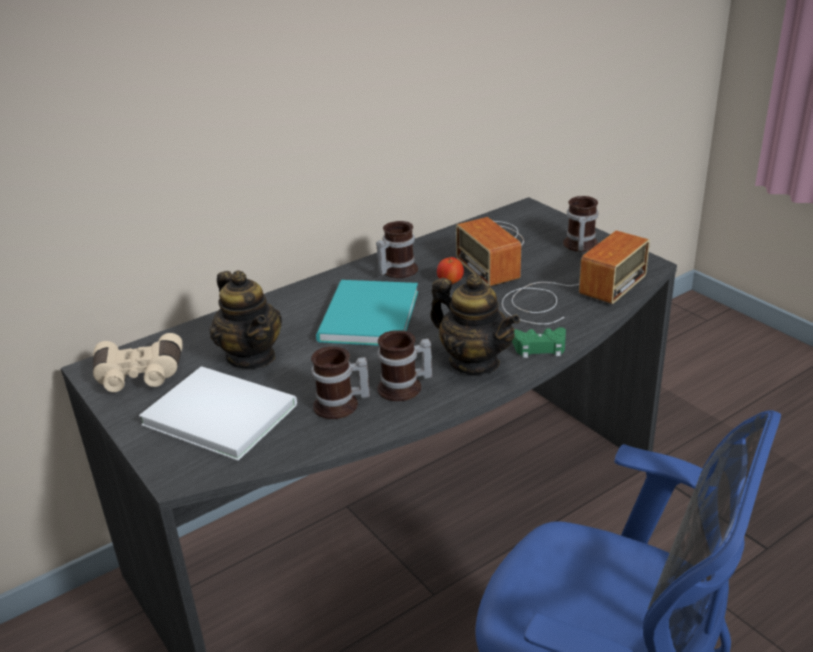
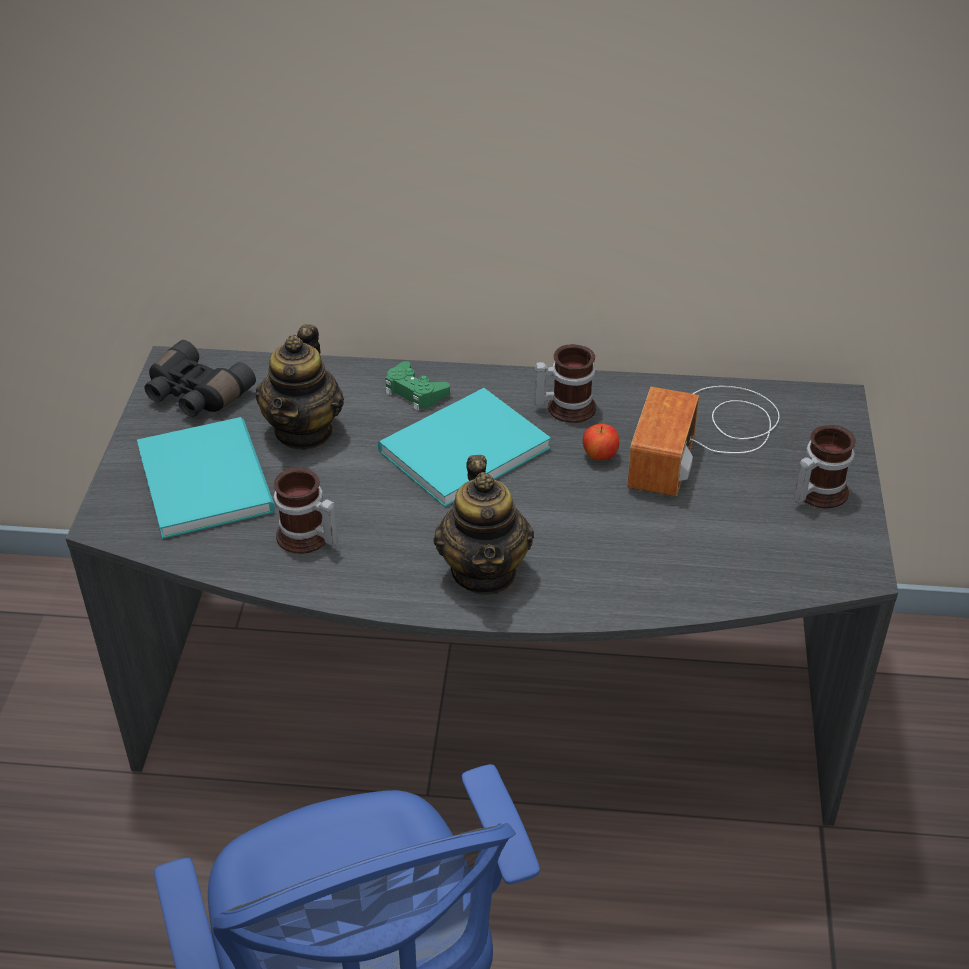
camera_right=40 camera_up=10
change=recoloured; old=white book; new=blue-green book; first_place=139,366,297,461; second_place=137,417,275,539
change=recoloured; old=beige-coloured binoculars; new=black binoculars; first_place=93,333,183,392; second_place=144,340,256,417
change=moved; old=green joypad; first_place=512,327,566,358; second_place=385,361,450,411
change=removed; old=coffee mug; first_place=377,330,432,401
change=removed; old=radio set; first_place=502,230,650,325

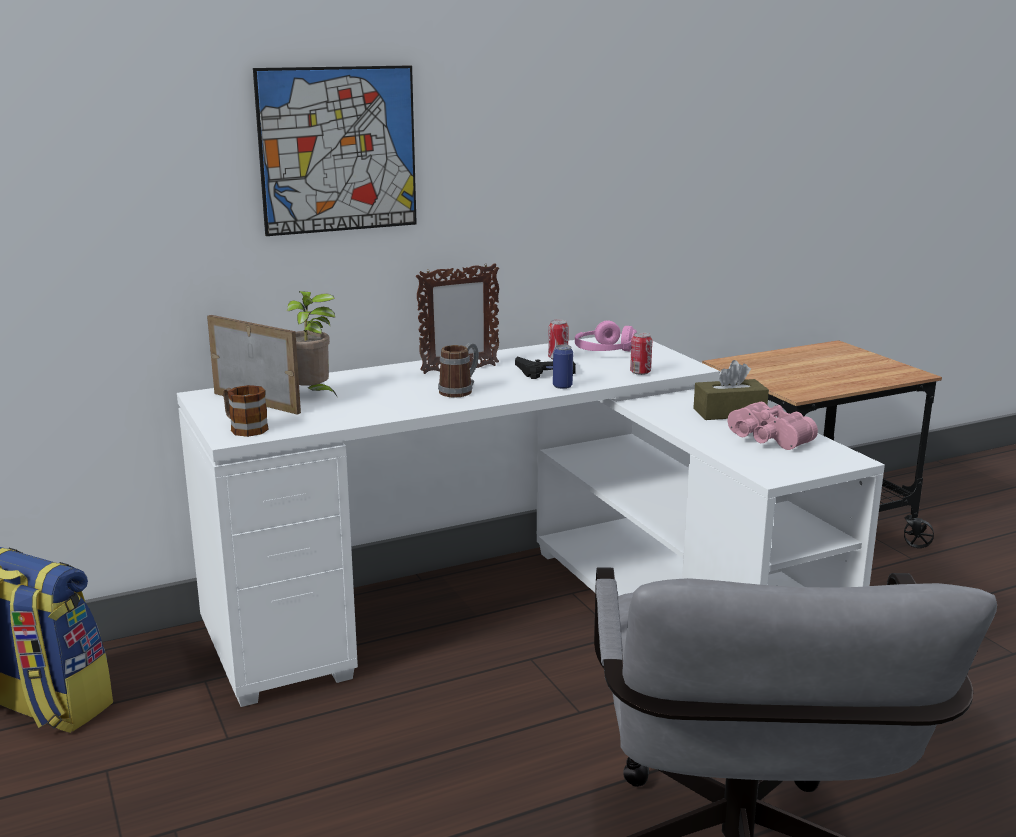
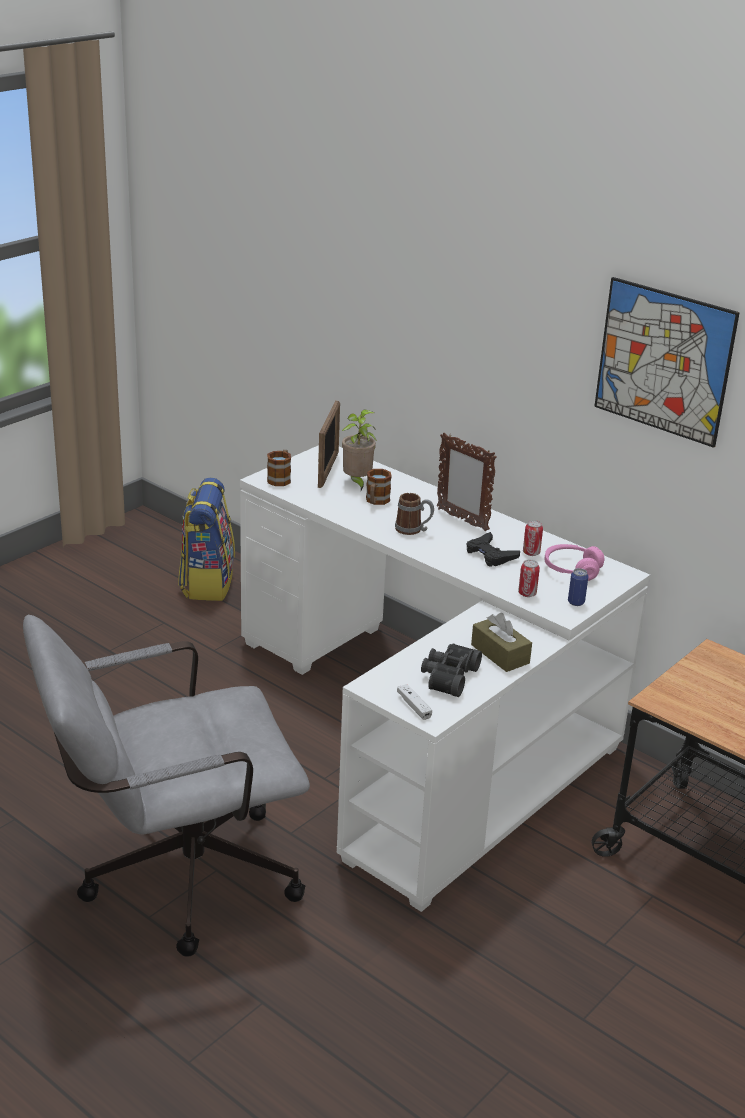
camera_right=65 camera_up=10
change=added; new=coffee mug; second_place=366,469,392,505
change=added; new=white joypad; second_place=397,684,432,720
change=recoloured; old=pink-coloured binoculars; new=black binoculars; first_place=728,402,818,450; second_place=421,643,482,697
change=moved; old=can; first_place=553,345,573,389; second_place=568,568,588,606
change=moved; old=wall art; first_place=253,65,417,236; second_place=594,277,740,448

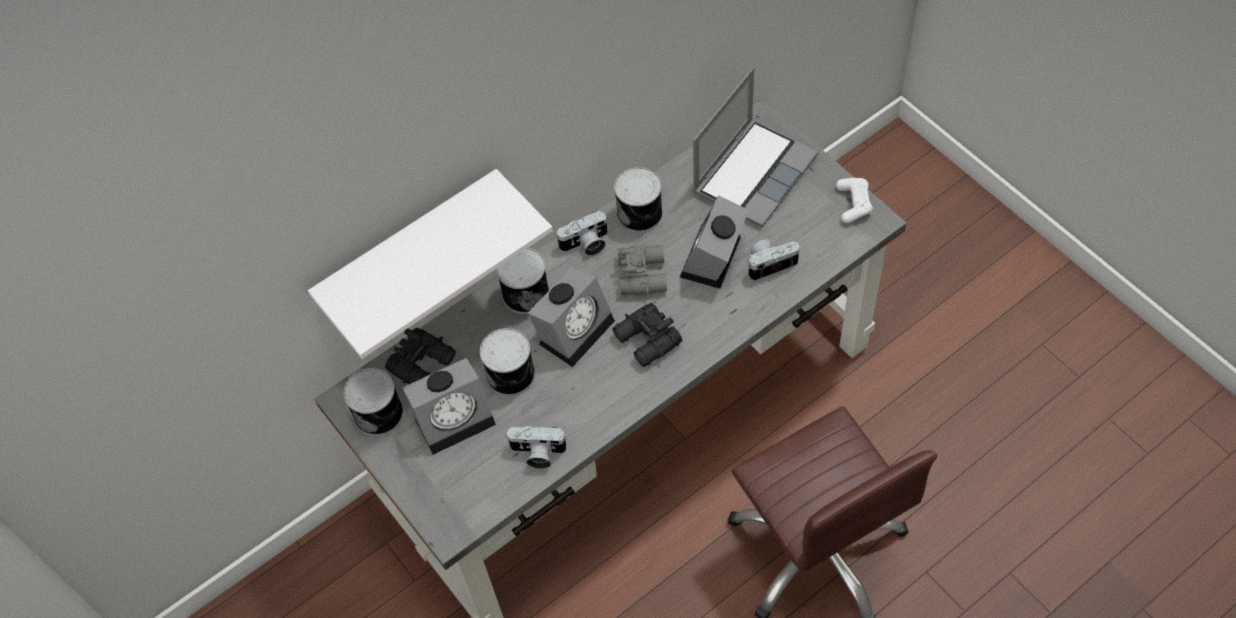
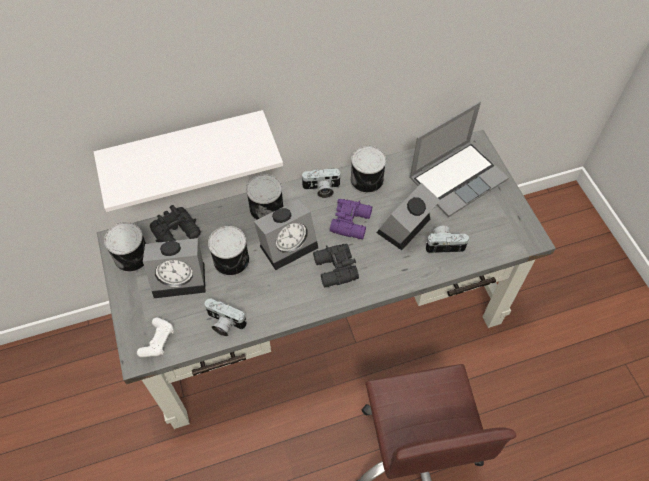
camera_right=15 camera_up=0
change=moved; old=white joypad; first_place=836,178,873,223; second_place=137,318,174,357
change=recoloured; old=gray binoculars; new=purple-coloured binoculars; first_place=618,243,667,295; second_place=330,199,372,239

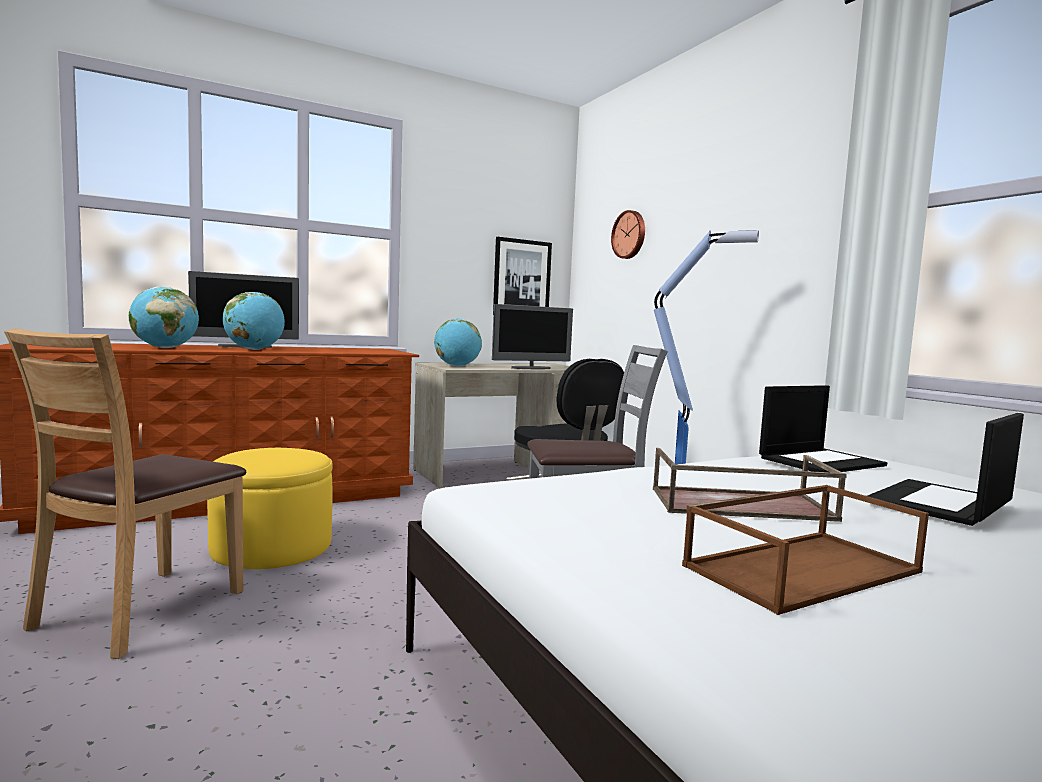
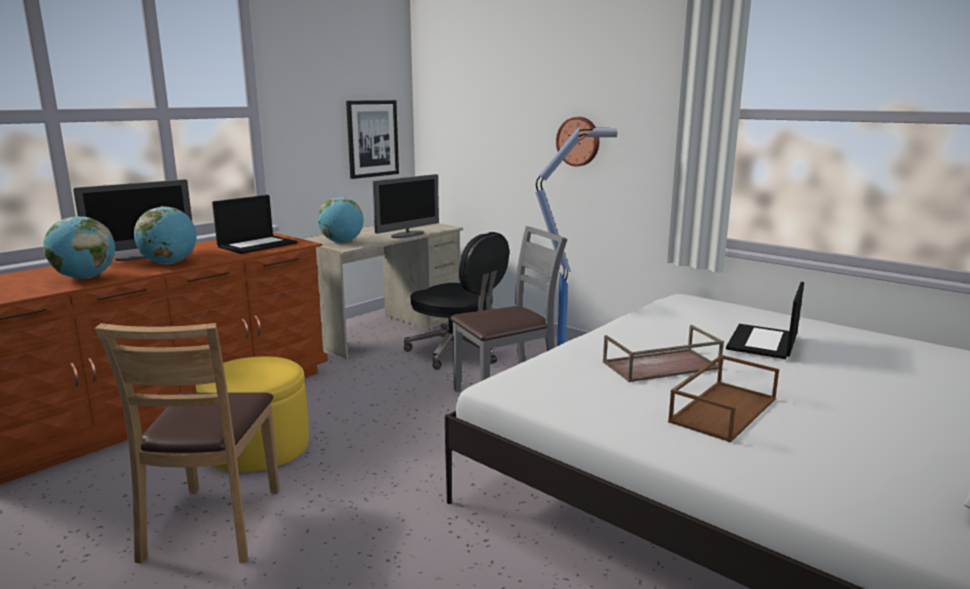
camera_right=-20 camera_up=10
change=moved; old=notebook computer; first_place=759,385,887,472; second_place=212,195,297,254
change=moved; old=clock on the wall; first_place=611,210,645,259; second_place=556,117,599,166

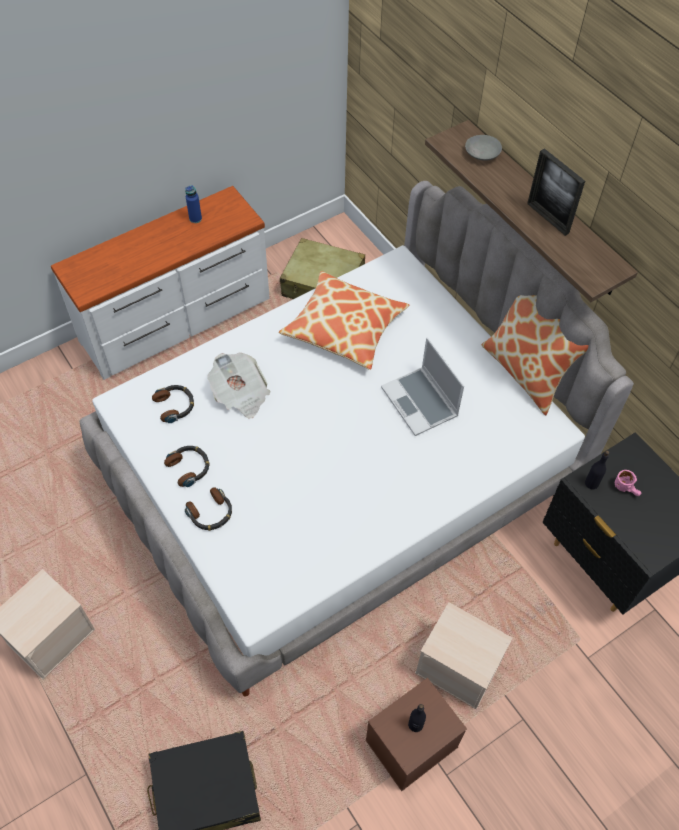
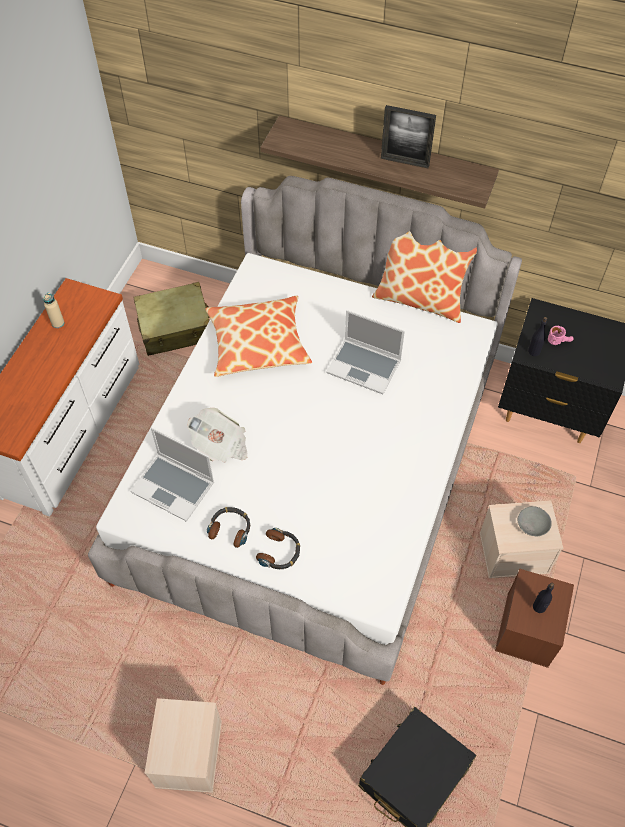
camera_right=-35 camera_up=0
change=recoloured; old=blue-coloured beverage bottle; new=beige-coloured beverage bottle; first_place=185,185,202,223; second_place=43,293,64,328
change=replaced; old=pair of headphones; new=notebook computer; first_place=152,385,194,423; second_place=130,428,214,522
change=moved; old=gray bowl; first_place=465,135,502,161; second_place=518,506,552,536

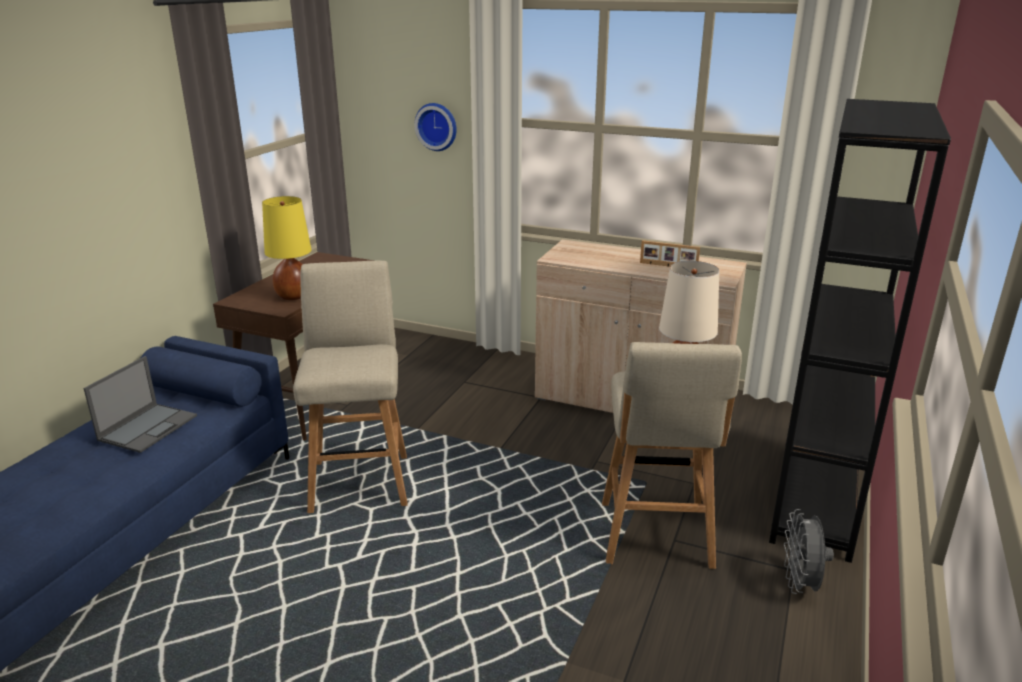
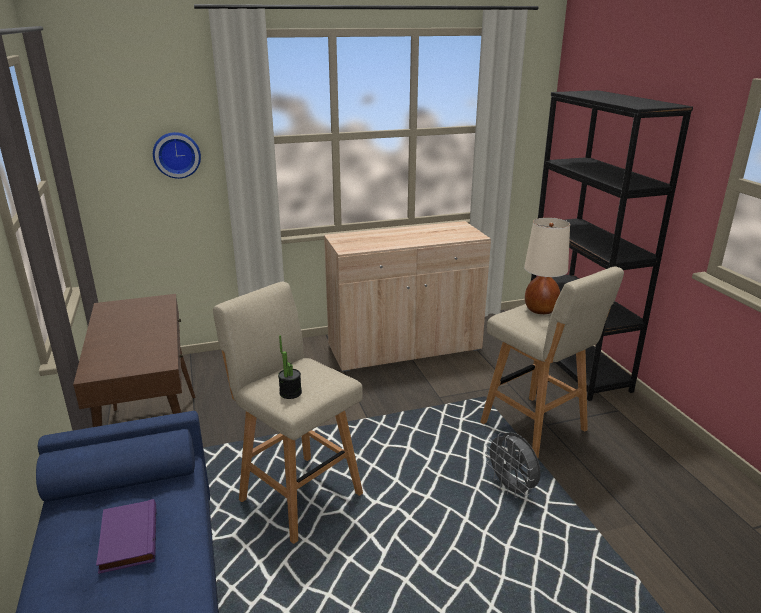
camera_right=-40 camera_up=0
change=replaced; old=notebook computer; new=purple-coloured book; first_place=84,356,197,453; second_place=96,499,156,574
change=added; new=plant in a pot; second_place=278,335,302,399
change=moved; old=gray cooling fan; first_place=784,509,834,594; second_place=485,432,541,498
change=removed; old=yellow lamp for a table; first_place=262,196,311,300
change=removed; old=standing frame; first_place=640,240,700,267

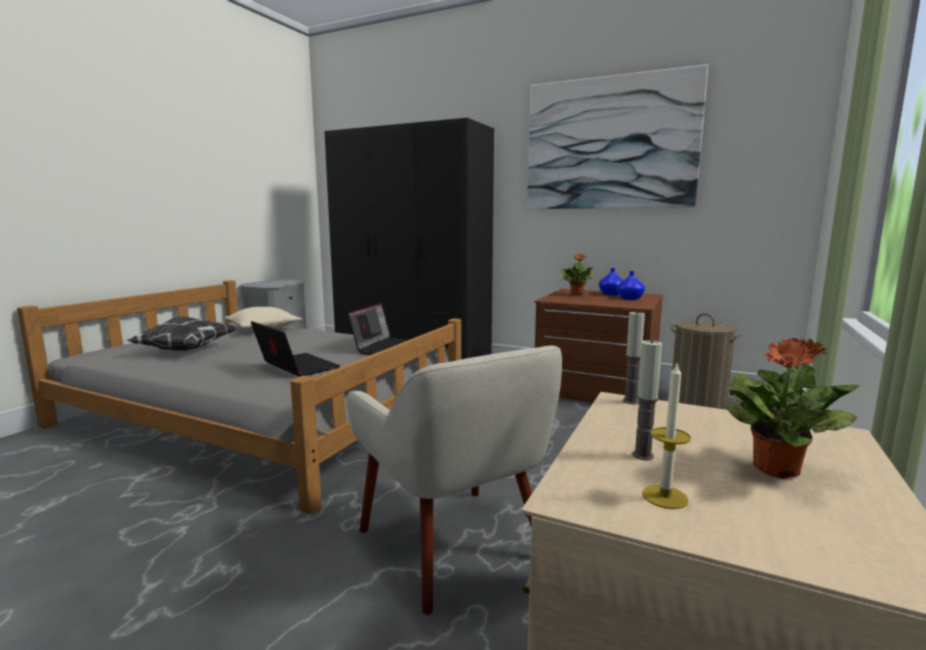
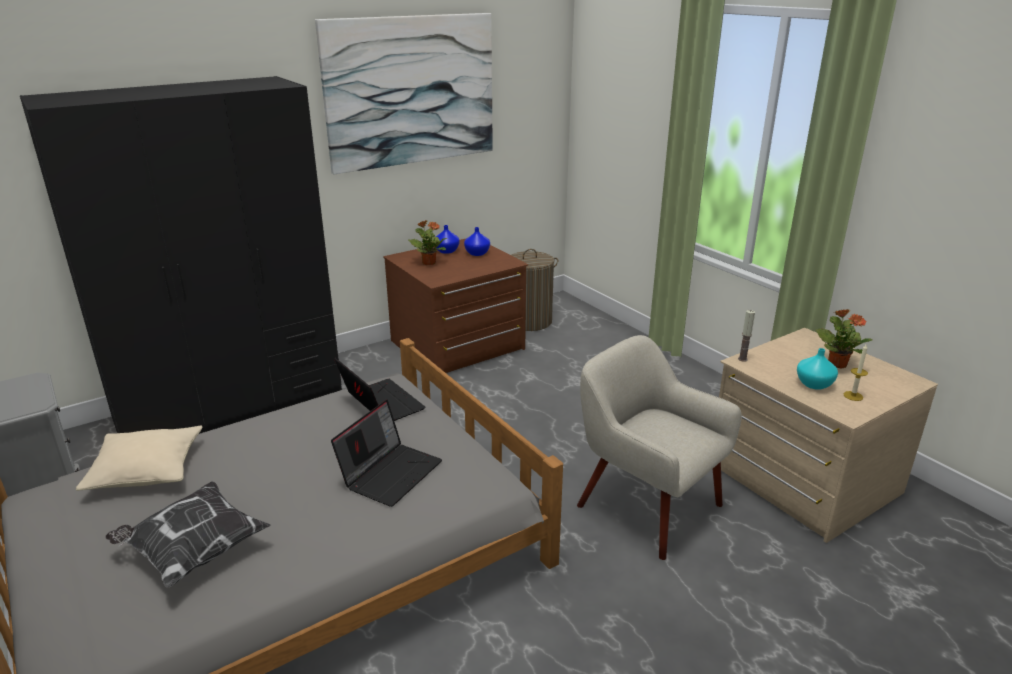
camera_right=-60 camera_up=15
change=turned; old=notebook computer; first_place=251,321,340,377; second_place=331,400,442,507; degrees=135
change=turned; old=beige-coloured armchair; first_place=347,346,562,615; second_place=577,335,742,560; degrees=-135
change=replaced; old=wax candle; new=blue-green decorative vase; first_place=632,339,662,460; second_place=797,348,838,390

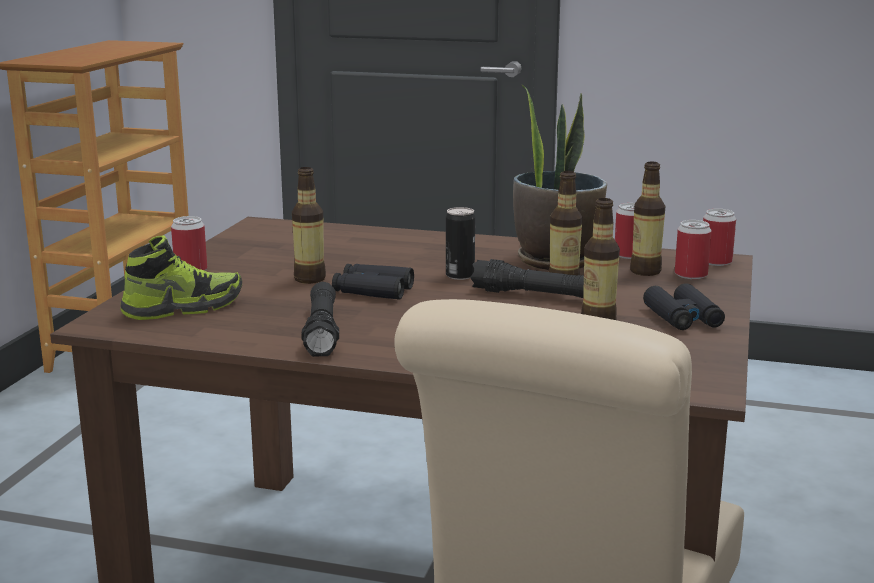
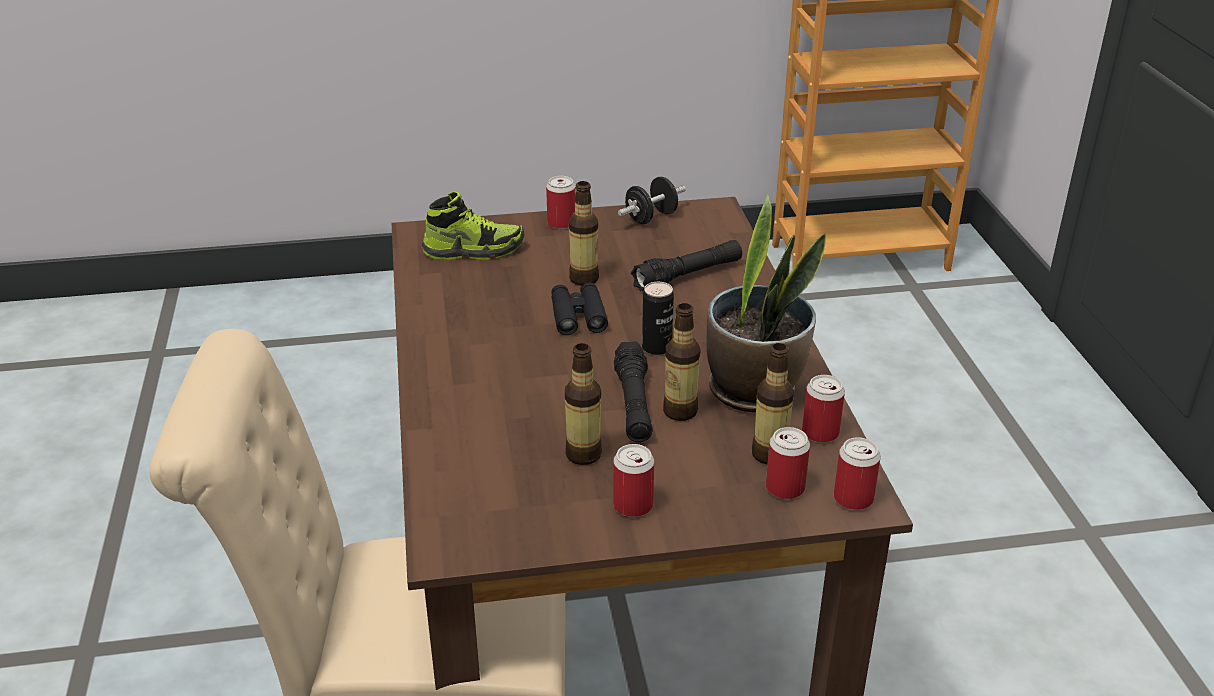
camera_right=65 camera_up=15
change=turned; old=shoe; first_place=120,235,242,320; second_place=422,191,525,260; degrees=-45
change=replaced; old=black binoculars; new=can; first_place=643,283,725,330; second_place=613,444,654,517
change=added; new=black hand weight; second_place=618,177,686,224
change=moved; old=black hand torch; first_place=301,282,339,357; second_place=631,240,742,291

